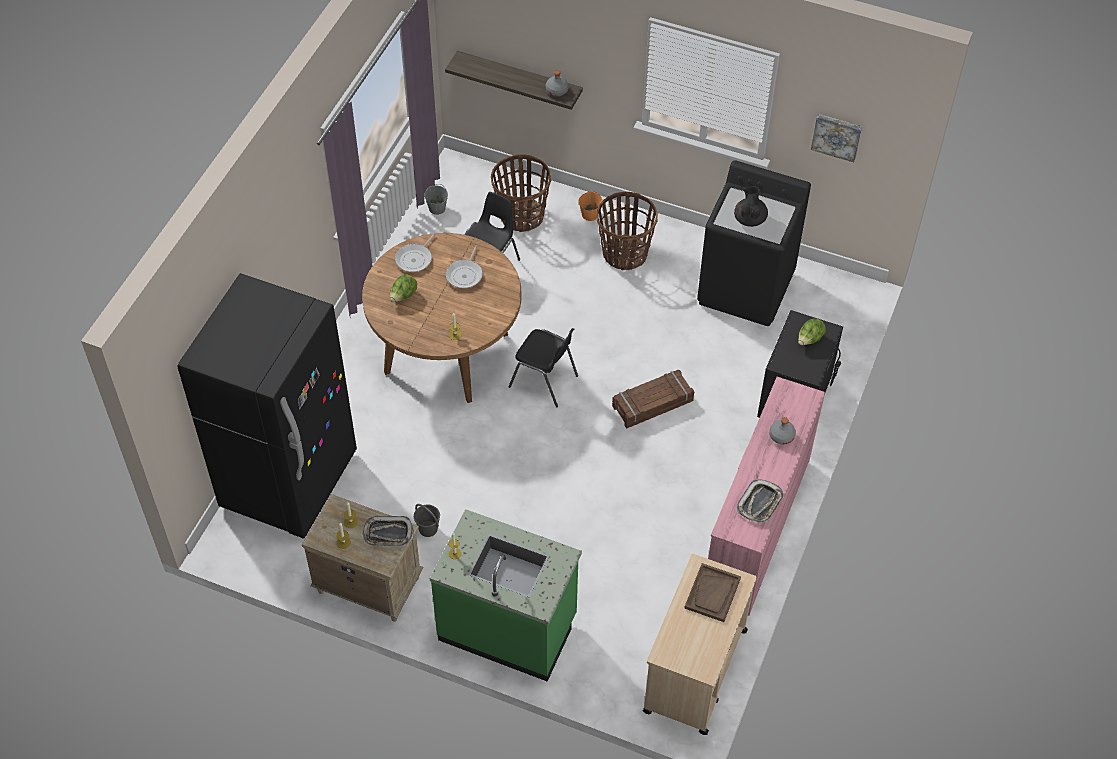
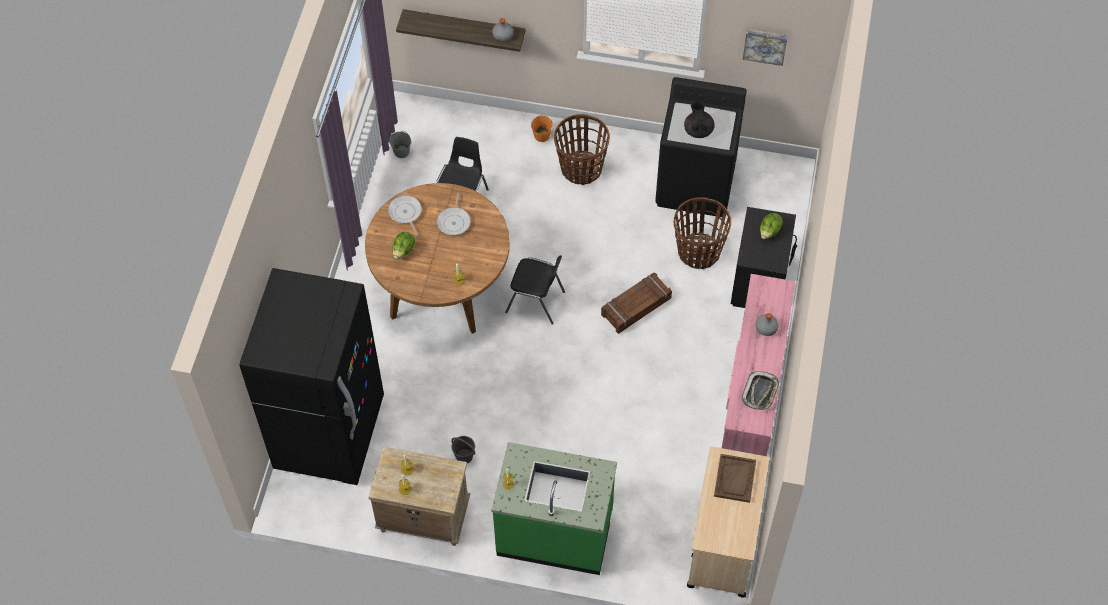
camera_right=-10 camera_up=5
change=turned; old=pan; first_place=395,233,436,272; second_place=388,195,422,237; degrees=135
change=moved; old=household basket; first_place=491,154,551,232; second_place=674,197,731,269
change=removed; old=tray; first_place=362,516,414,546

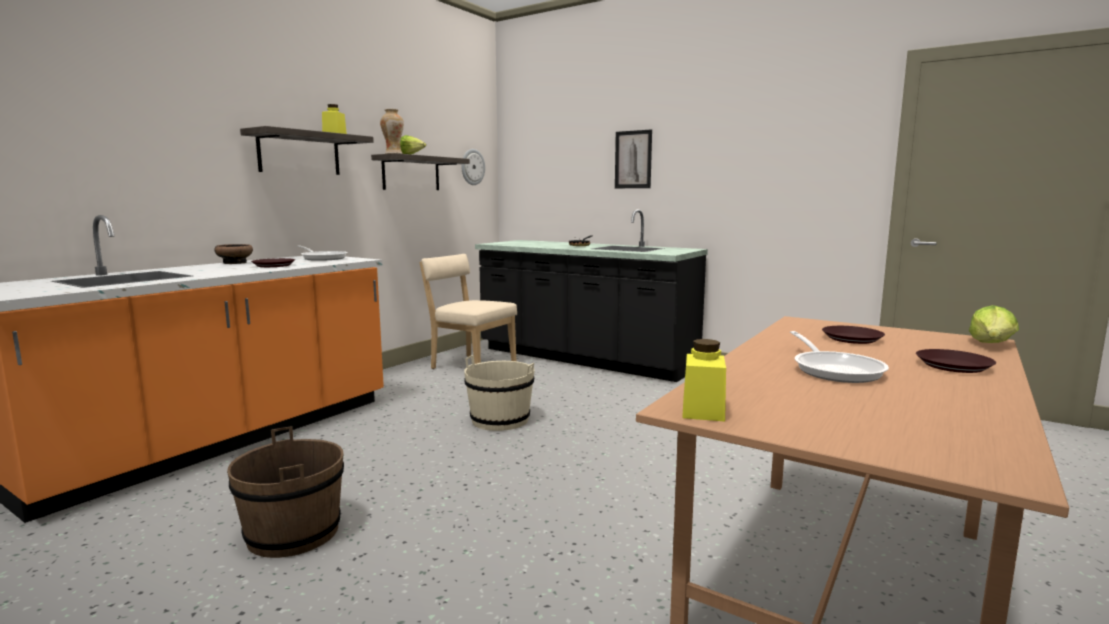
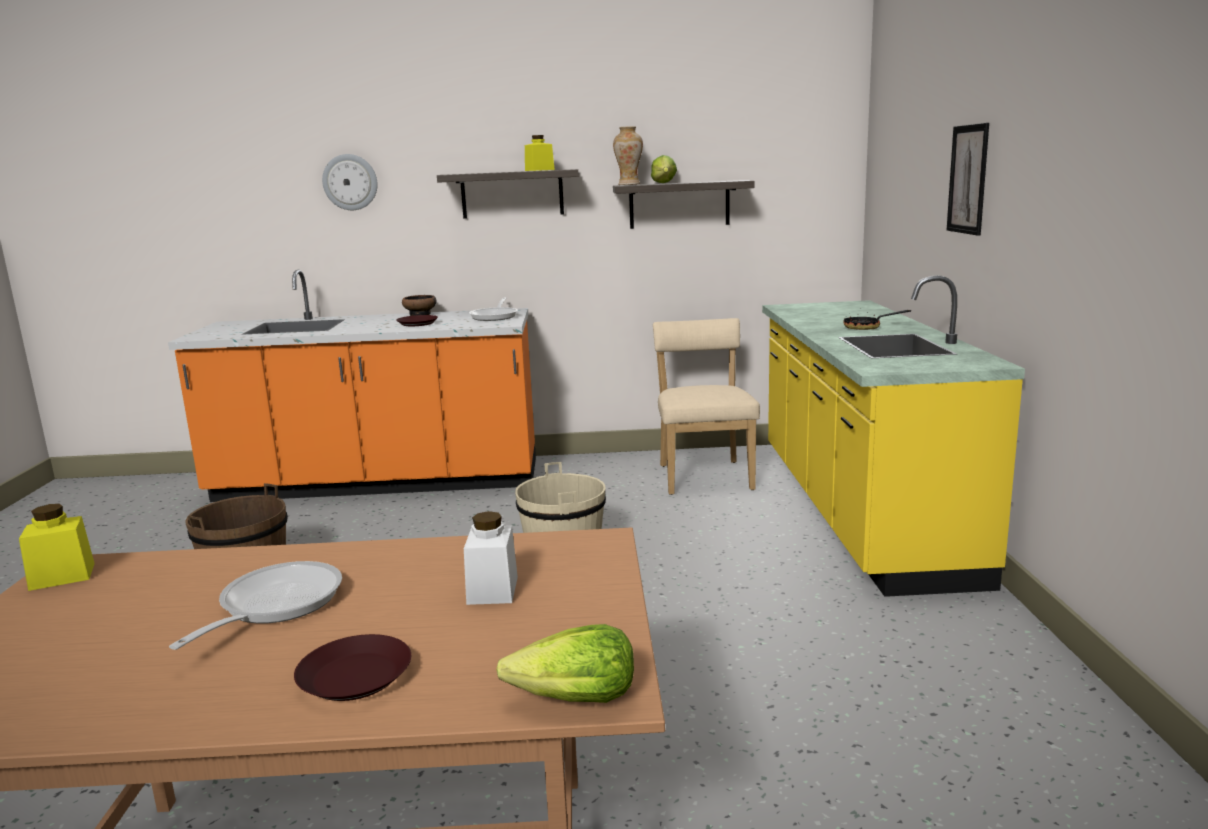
camera_right=55 camera_up=5
change=turned; old=pan; first_place=790,331,889,383; second_place=169,561,342,650; degrees=150
change=moved; old=clock on the wall; first_place=461,149,485,185; second_place=322,154,378,210
change=replaced; old=brownish plate; new=white jar; first_place=822,326,885,344; second_place=464,511,518,605
change=recoloured; old=black counter; new=yellow counter; first_place=475,209,708,382; second_place=762,275,1025,597

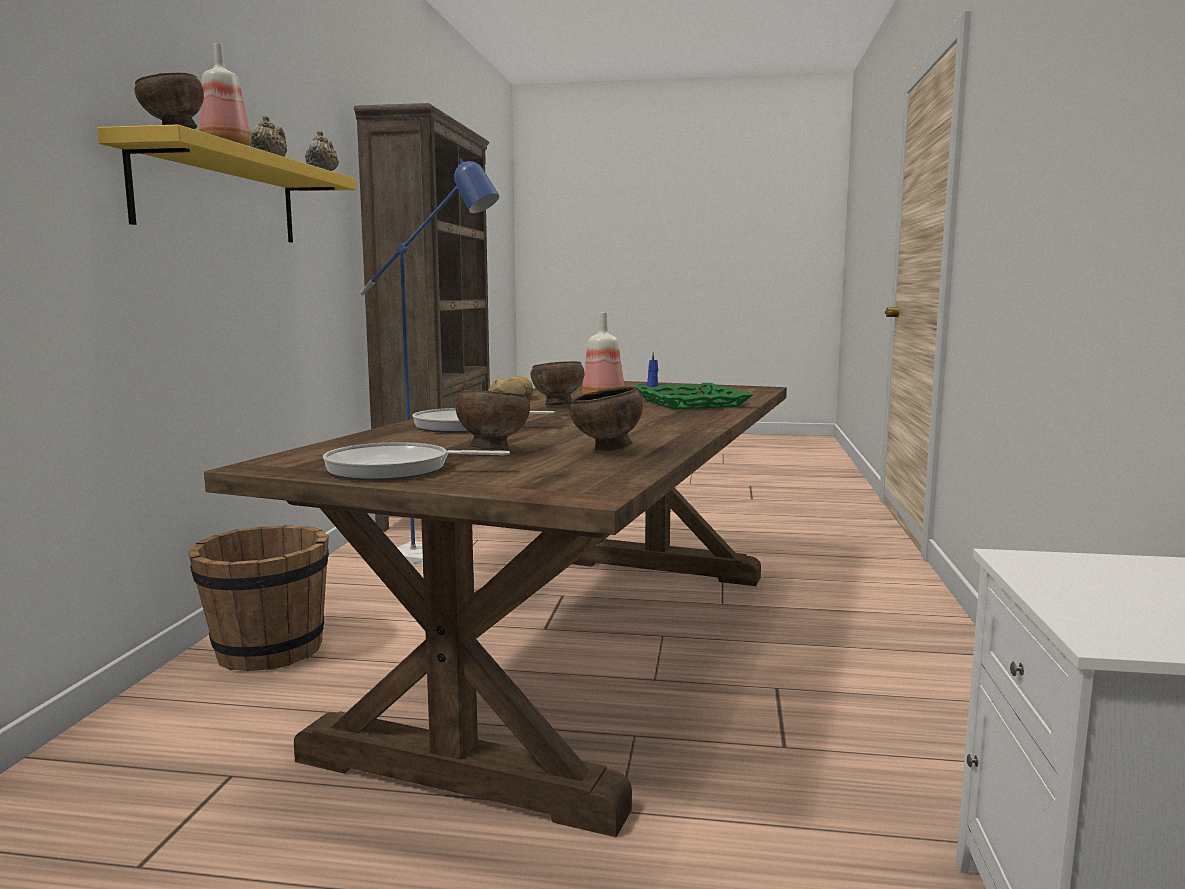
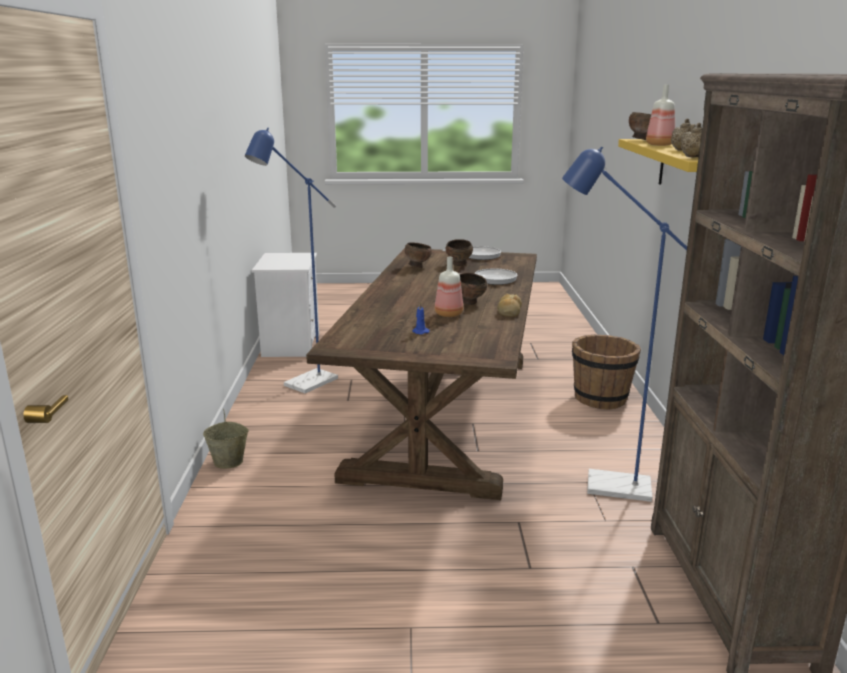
camera_right=170 camera_up=10
change=added; new=beige-coloured bucket; second_place=203,409,249,469
change=added; new=blue-coloured floor lamp; second_place=245,127,338,393
change=removed; old=green tray; first_place=634,383,754,410

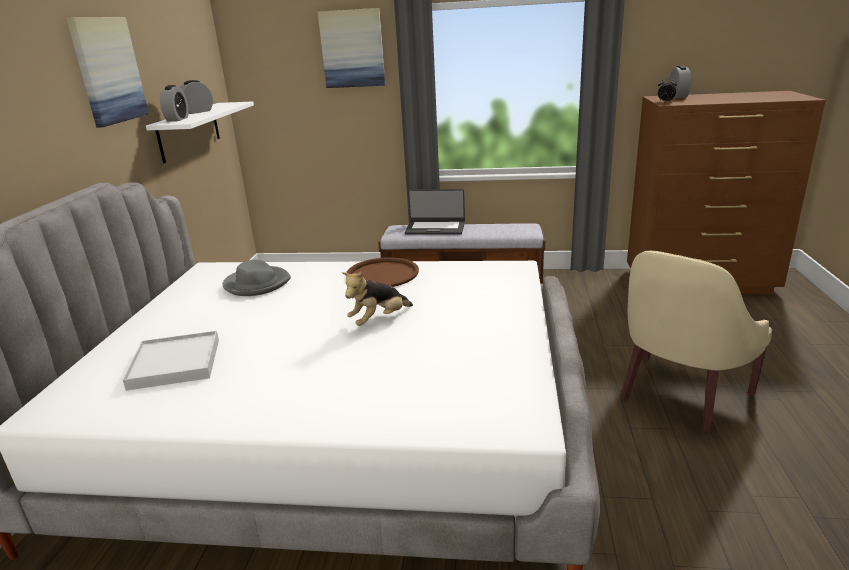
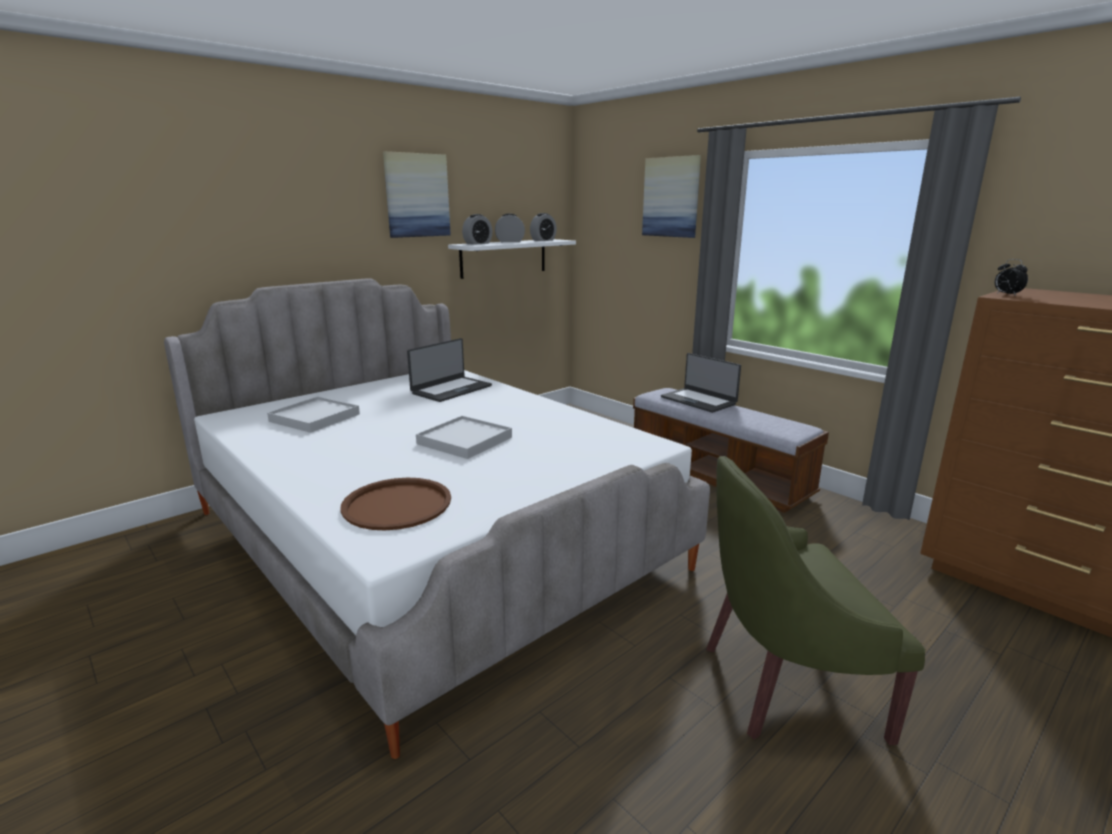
camera_right=40 camera_up=-5
change=moved; old=brownish tray; first_place=346,257,419,287; second_place=340,478,451,530
change=replaced; old=gray wearable hat; new=notebook computer; first_place=223,260,291,296; second_place=407,338,492,402
change=replaced; old=plush toy; new=white tray; first_place=342,271,413,326; second_place=416,416,512,459
change=moved; old=table clock; first_place=669,66,691,98; second_place=530,213,557,241
change=recoloured; old=beige-coloured armchair; new=green armchair; first_place=620,251,772,432; second_place=706,456,925,745

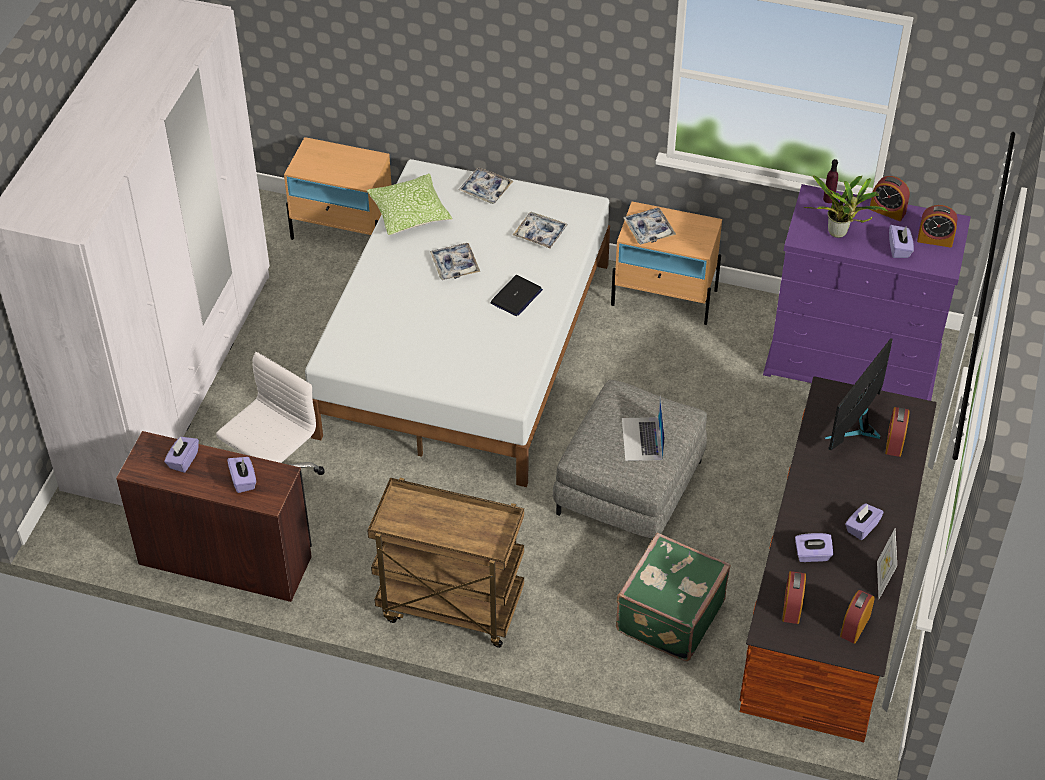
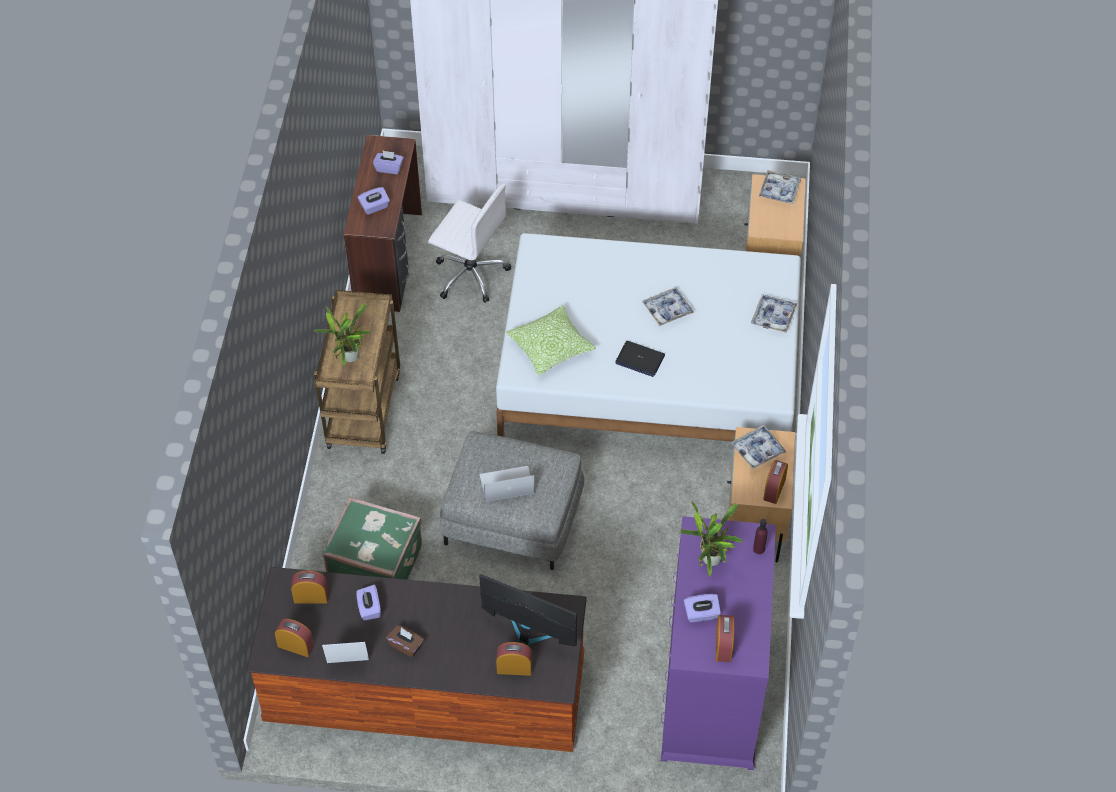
camera_right=80 camera_up=5
change=added; new=plant in a pot; second_place=314,303,371,367
change=recoloured; old=purple-coloured tissue holder; new=brownish tissue holder; first_place=845,503,883,540; second_place=386,625,424,657
change=moved; old=cushion; first_place=367,174,452,235; second_place=506,305,596,376
change=moved; old=tray; first_place=513,212,568,249; second_place=759,170,801,204
change=moved; old=table clock; first_place=869,176,910,221; second_place=763,460,788,504

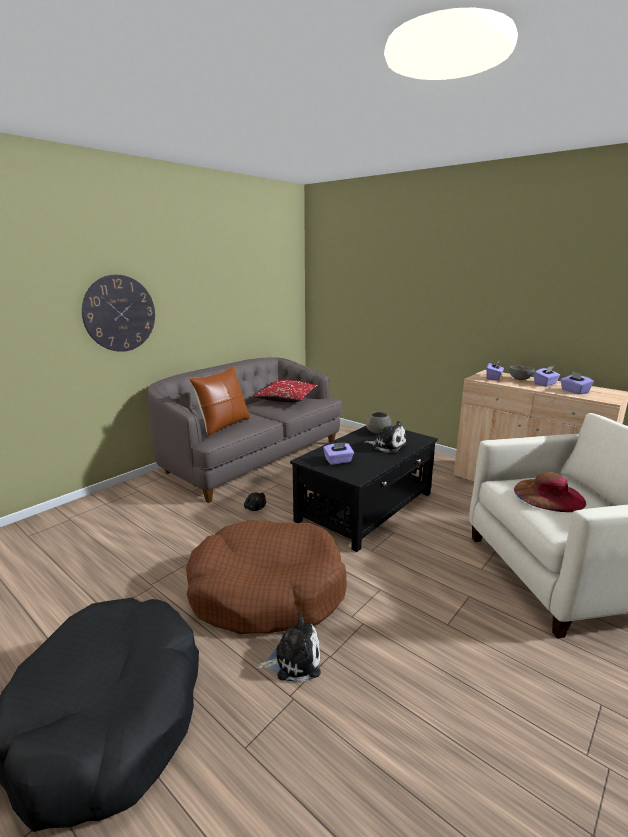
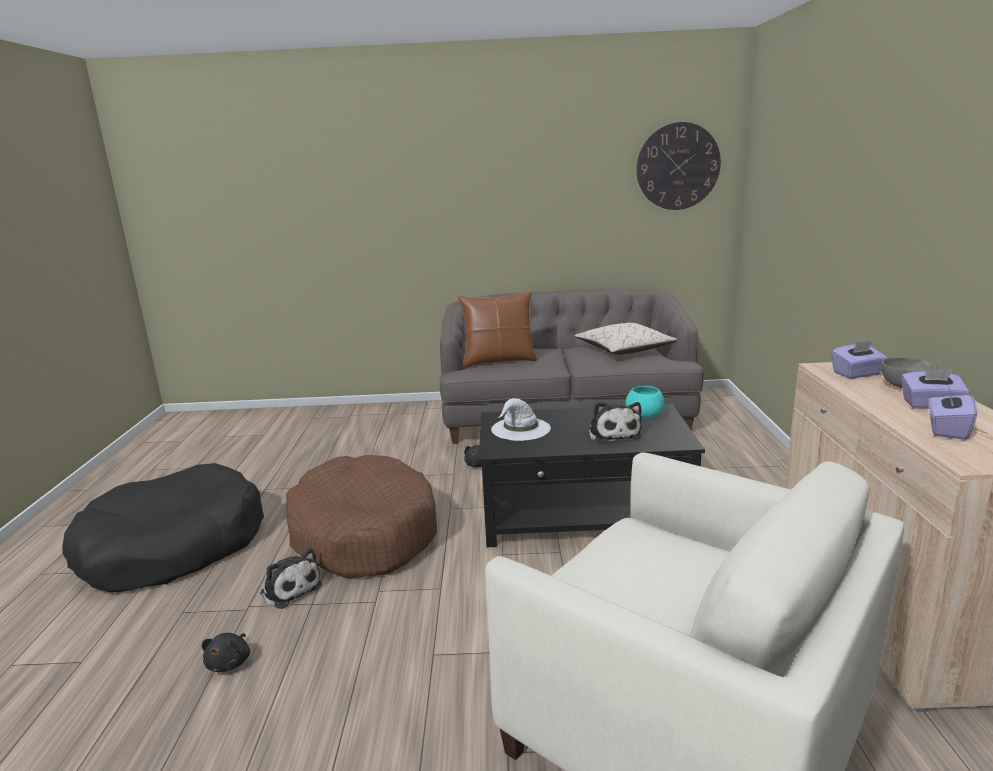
camera_right=50 camera_up=0
change=added; new=black plush toy; second_place=202,633,250,672
change=replaced; old=purple-coloured tissue holder; new=white wearable hat; first_place=323,442,354,465; second_place=491,398,551,441
change=recoloured; old=reddish cushion; new=beige-coloured cushion; first_place=253,380,318,402; second_place=574,323,677,355
change=recoloured; old=gray bowl; new=blue-green bowl; first_place=366,412,391,433; second_place=625,386,664,419
change=moved; old=clock on the wall; first_place=82,275,155,352; second_place=636,122,721,210
change=removed; old=brownish wearable hat; first_place=514,472,586,512

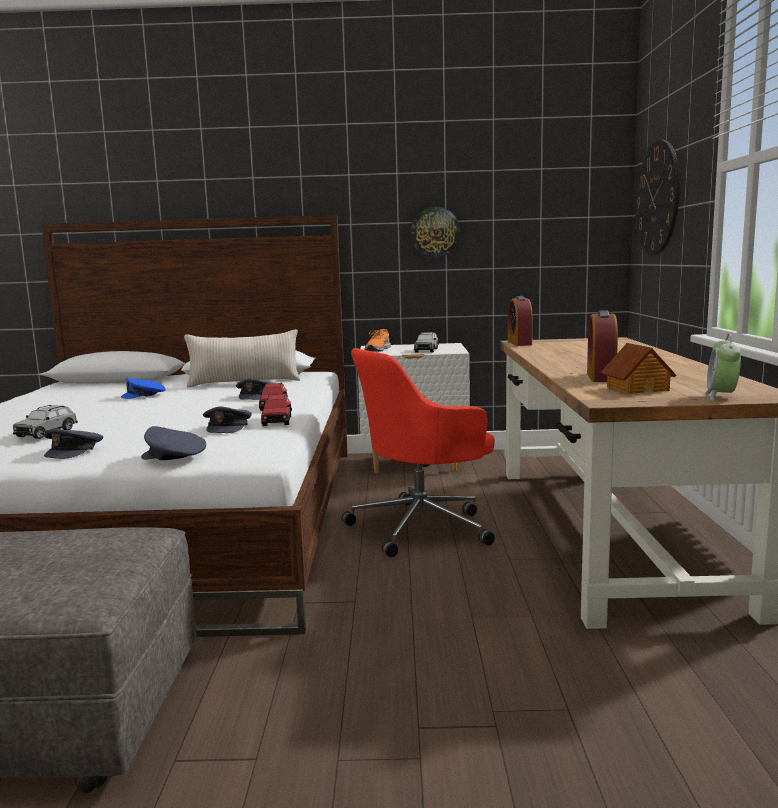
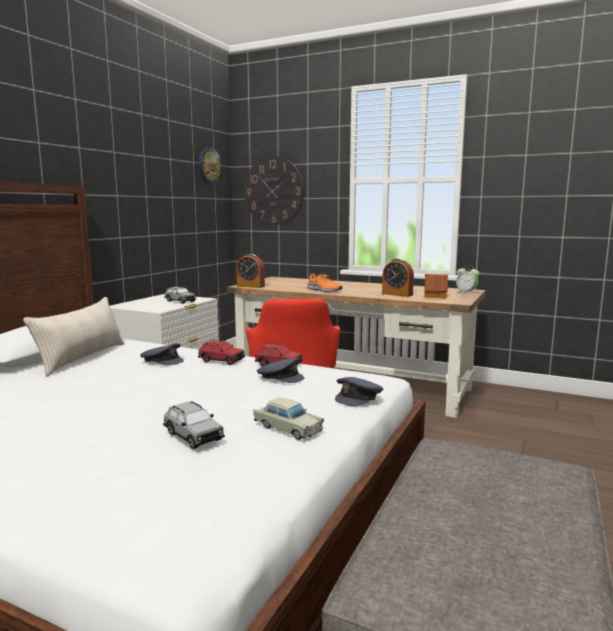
camera_right=-65 camera_up=0
change=moved; old=clock on the wall; first_place=410,206,460,258; second_place=199,147,222,184
change=replaced; old=gray cap; new=beige-coloured model car; first_place=44,428,103,459; second_place=253,398,324,440
change=moved; old=orange shoe; first_place=364,329,391,351; second_place=307,274,342,292
change=removed; old=blue-coloured cap; first_place=121,377,166,399

